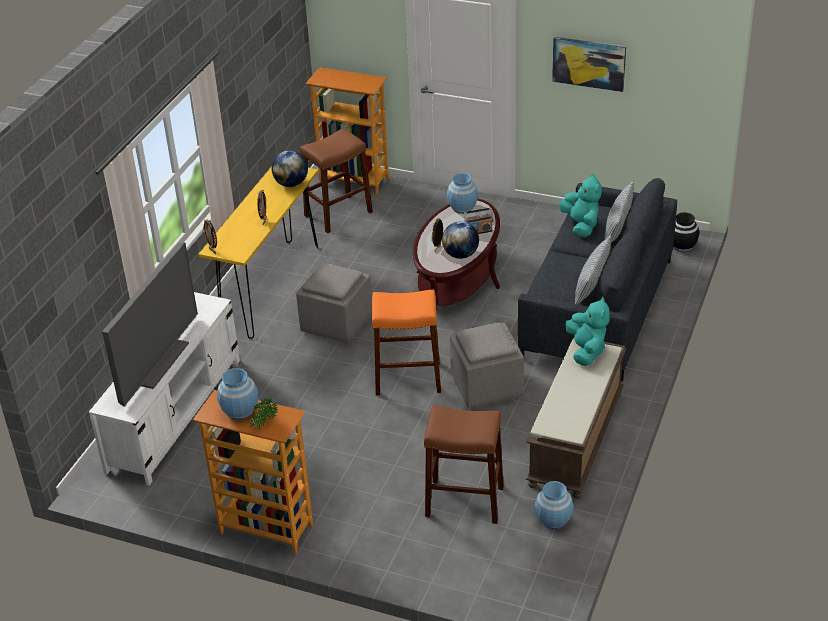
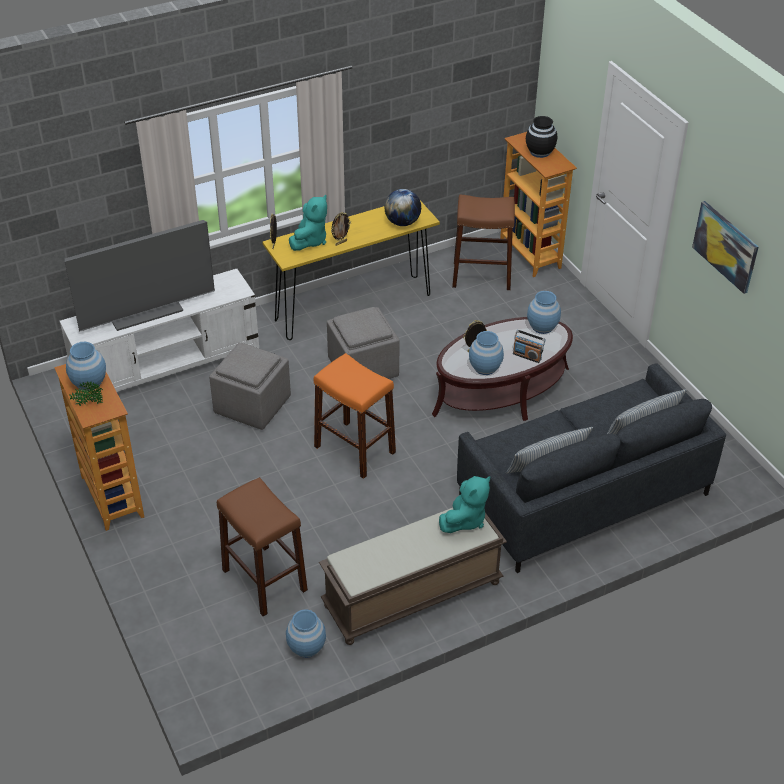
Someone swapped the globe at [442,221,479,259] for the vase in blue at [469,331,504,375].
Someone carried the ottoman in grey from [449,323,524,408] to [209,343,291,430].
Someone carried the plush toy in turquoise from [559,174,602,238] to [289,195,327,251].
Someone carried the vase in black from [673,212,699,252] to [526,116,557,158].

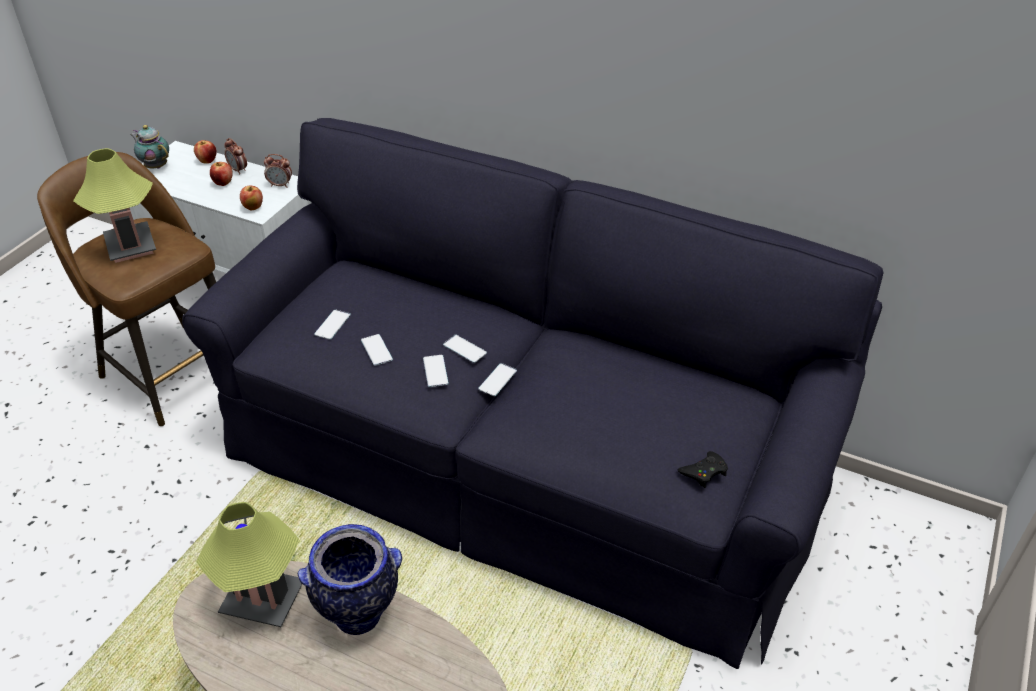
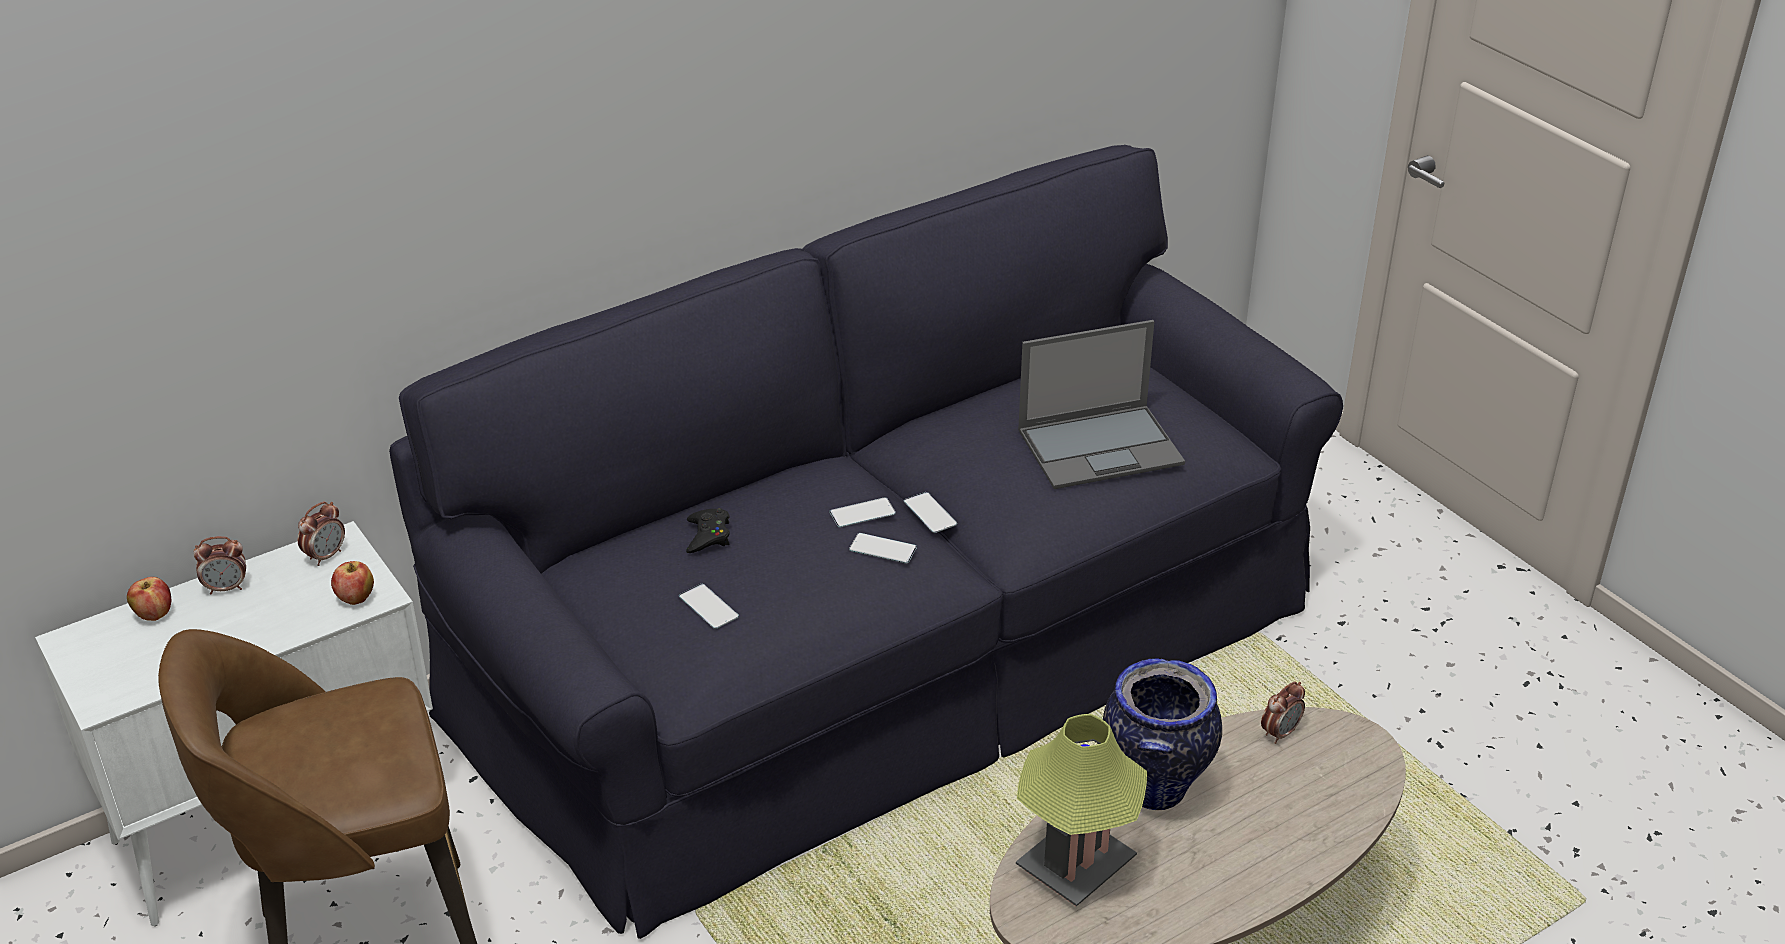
Someone took away the table lamp at [73,148,156,263].
Someone took away the teapot at [131,125,169,169].
Someone took away the apple at [210,162,233,186].
Someone took away the phone at [361,334,393,366].
Someone carried the game controller in black from [678,451,728,488] to [686,508,730,553].
Someone put down the laptop at [1018,320,1185,489].
Someone put down the alarm clock at [1261,681,1305,744].

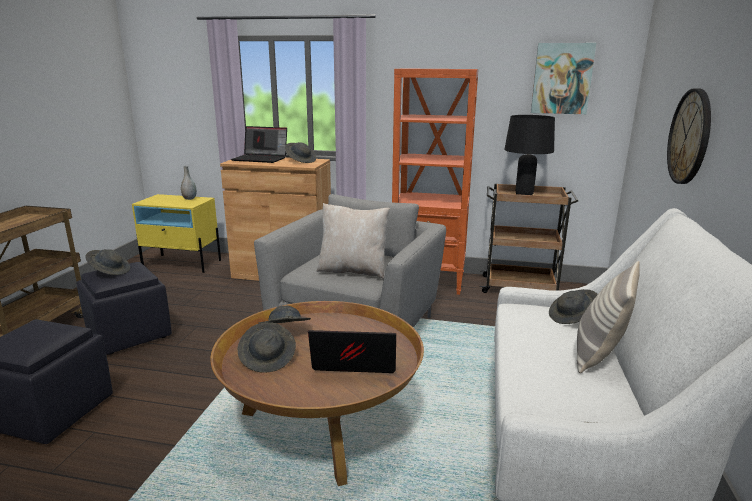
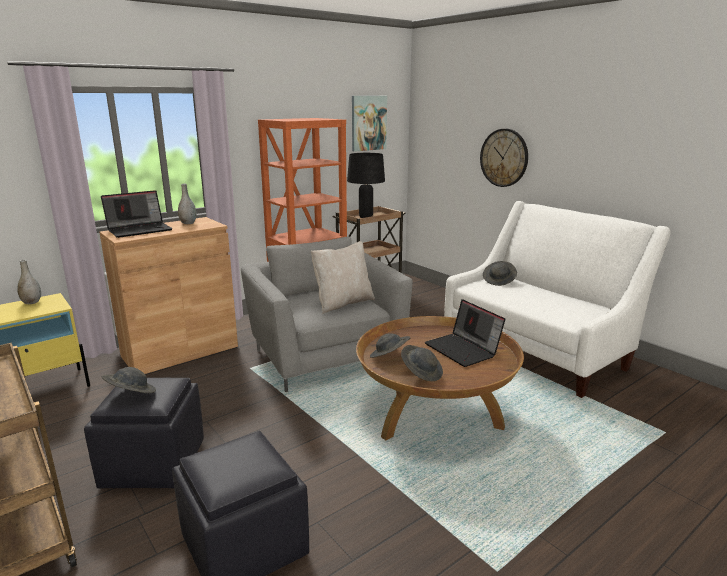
Someone swapped the hat in grey at [285,142,316,163] for the vase in grey at [178,184,197,224].
Someone rotated the laptop at [308,330,396,373] by 75 degrees counterclockwise.
Someone took away the pillow at [577,261,640,373].

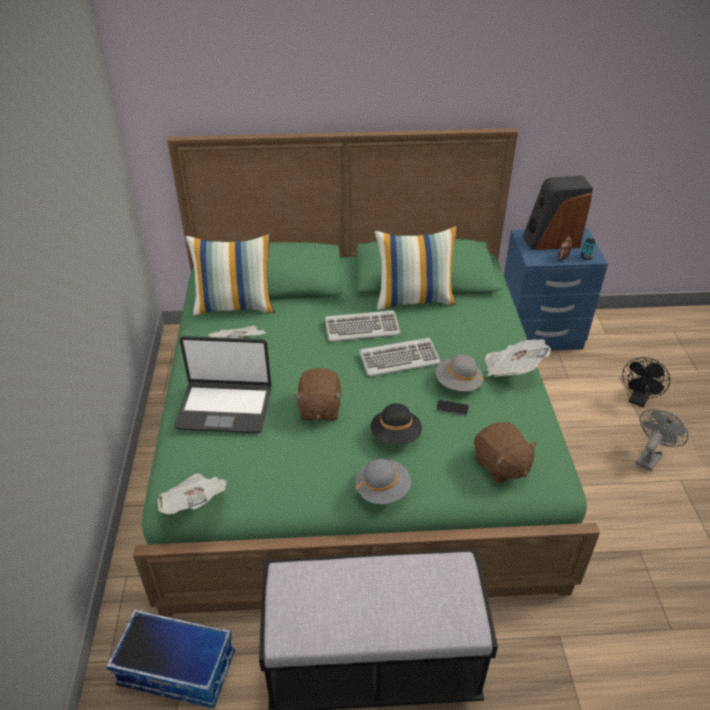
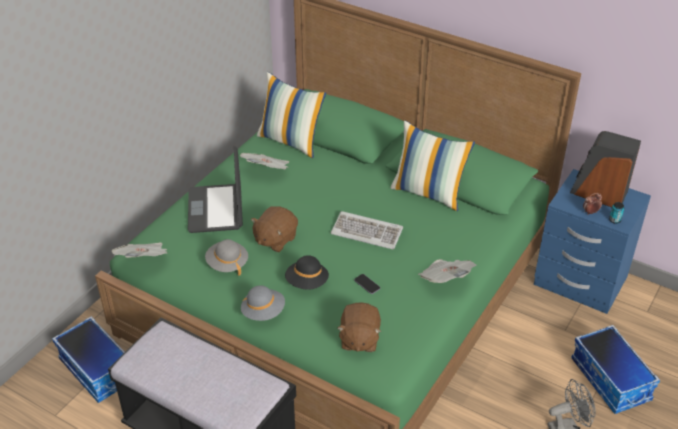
Someone rotated the laptop at [174,336,272,433] by 45 degrees clockwise.
Someone took away the keyboard at [325,310,401,342].
Someone carried the hat in grey from [436,354,483,391] to [205,239,248,276].
Someone swapped the fan in black at [622,357,670,407] for the storage box at [571,325,660,414].

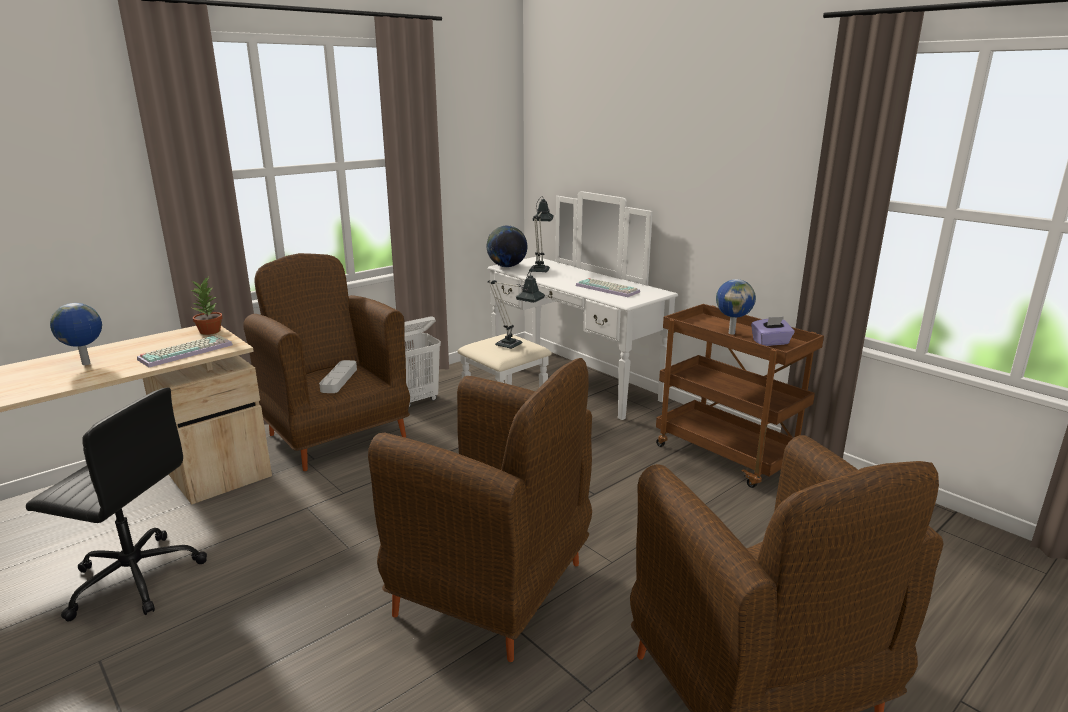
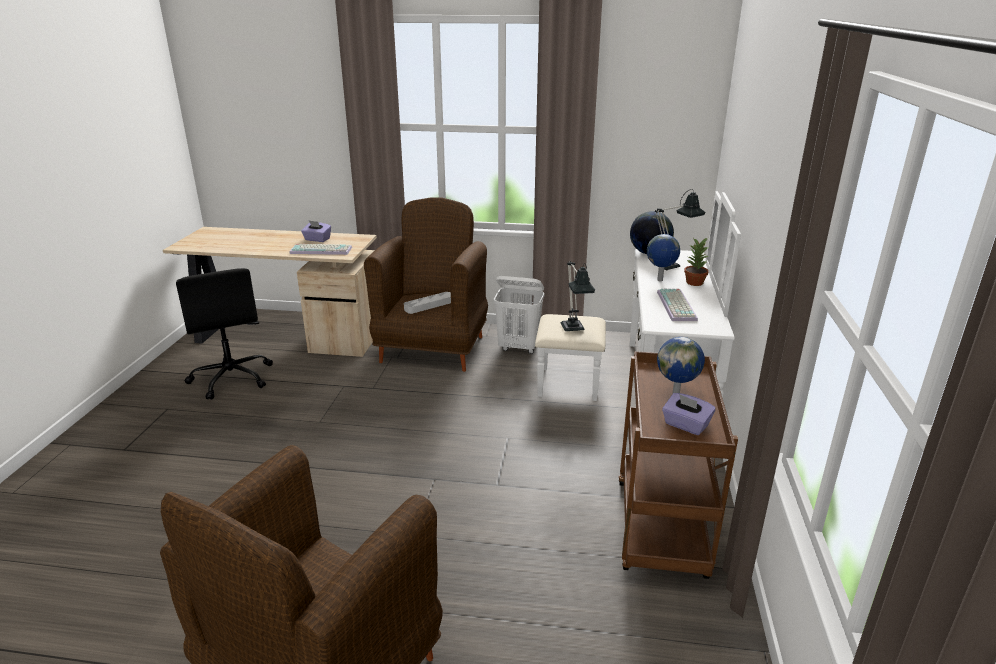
Someone carried the globe from [50,303,102,365] to [647,234,680,281].
Someone carried the potted plant from [191,277,222,335] to [684,238,709,286].
Someone took away the armchair in brown at [368,358,592,662].
Someone put down the tissue box in purple at [301,220,331,242].

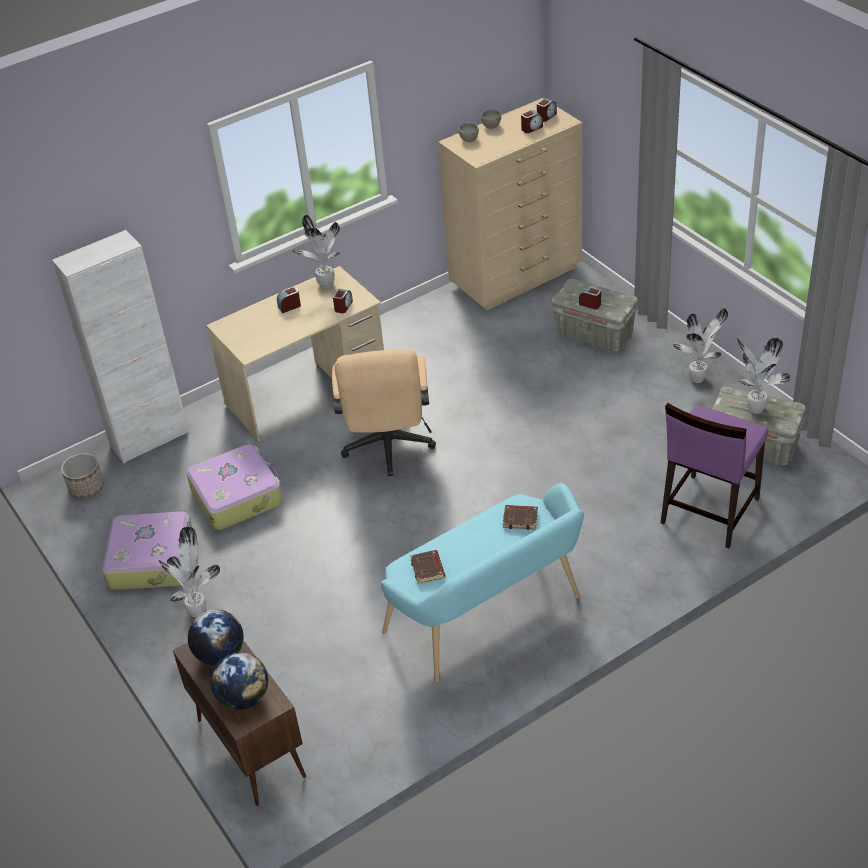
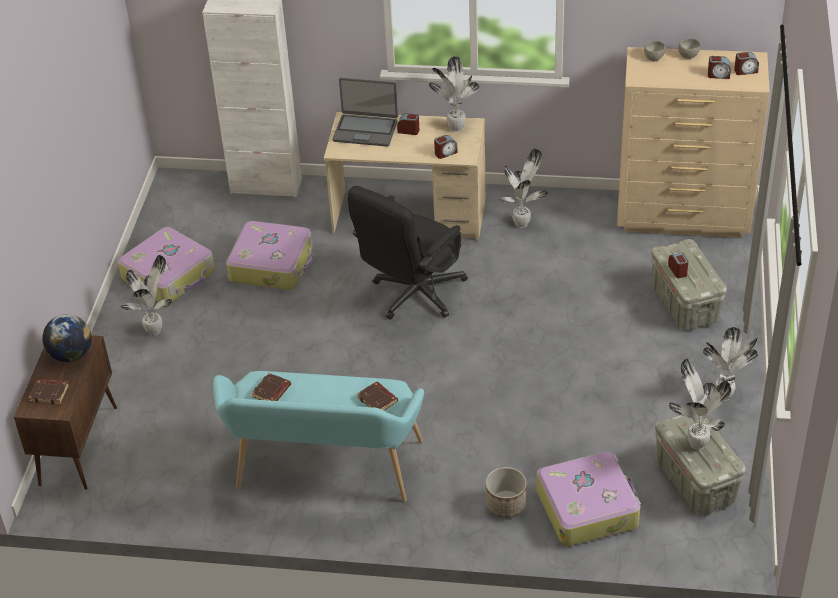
Someone carried the planter from [61,453,104,498] to [485,467,527,518].
Someone swapped the globe at [211,652,268,710] for the book in brown at [28,379,69,404].
Someone repainted the office chair in beige at [332,349,436,476], which became the office chair in black at [348,186,468,319].
Someone swapped the chair in purple at [661,403,768,549] for the suitcase at [536,452,641,546].
Someone put down the laptop at [332,78,398,147].
Someone put down the potted plant at [499,149,548,228].

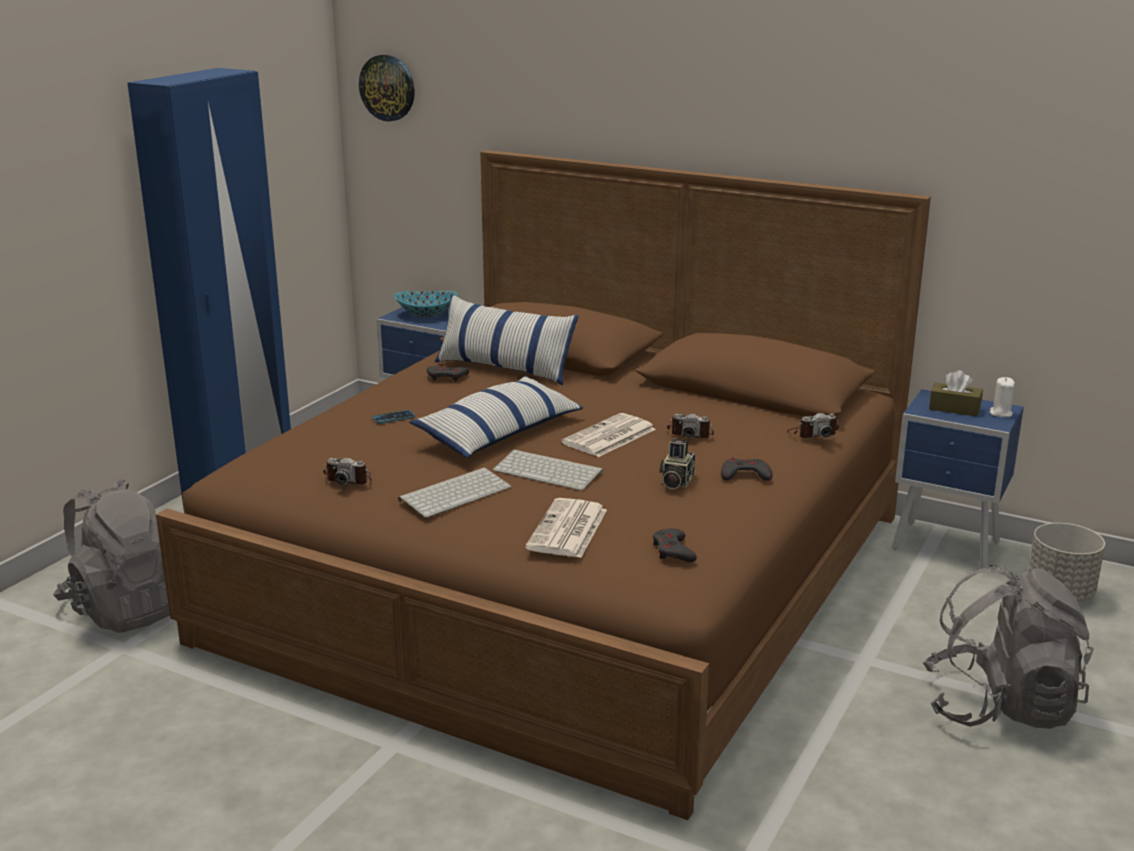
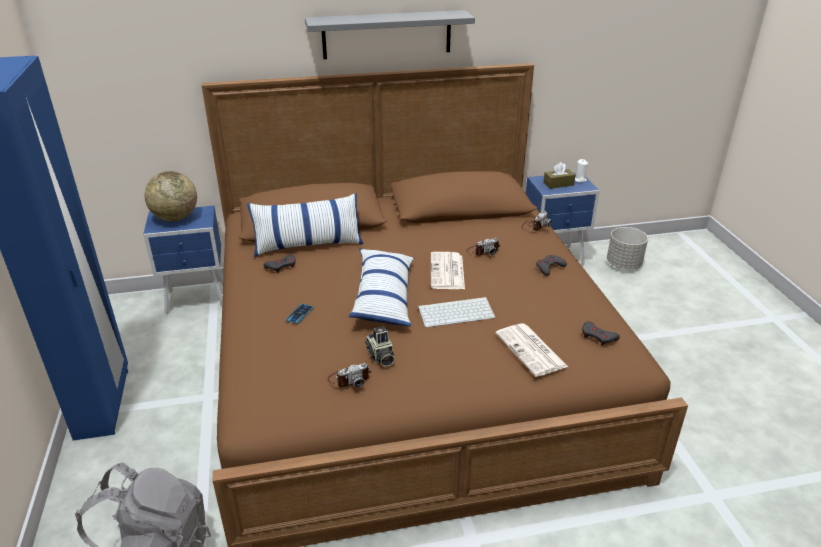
Someone took away the wall clock at [359,55,415,122].
Someone swapped the bowl at [394,291,458,317] for the globe at [145,171,197,221].
Someone took away the keyboard at [398,468,512,518].
Someone carried the photo camera from [659,439,695,489] to [365,326,395,367].
Someone took away the backpack in grey at [923,564,1094,729].
Someone put up the shelf in grey at [305,10,475,59].

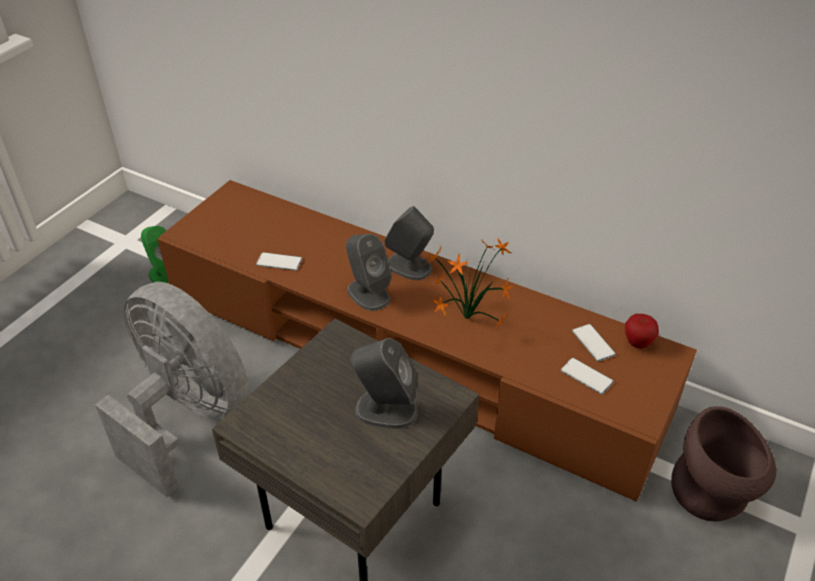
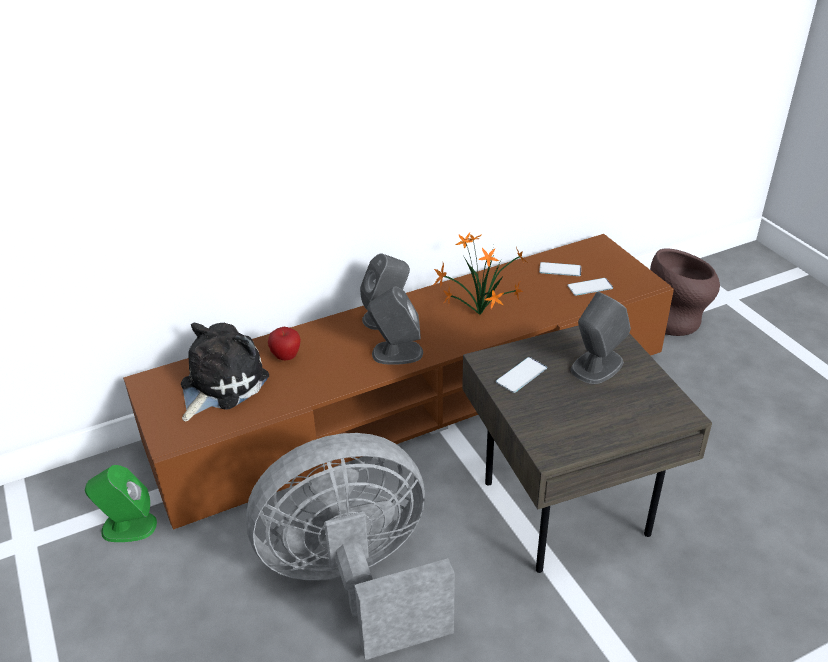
Someone carried the phone from [256,252,302,271] to [496,357,547,393].
Someone carried the apple from [625,314,659,349] to [268,327,301,360].
Someone put down the plush toy at [181,323,269,421].

